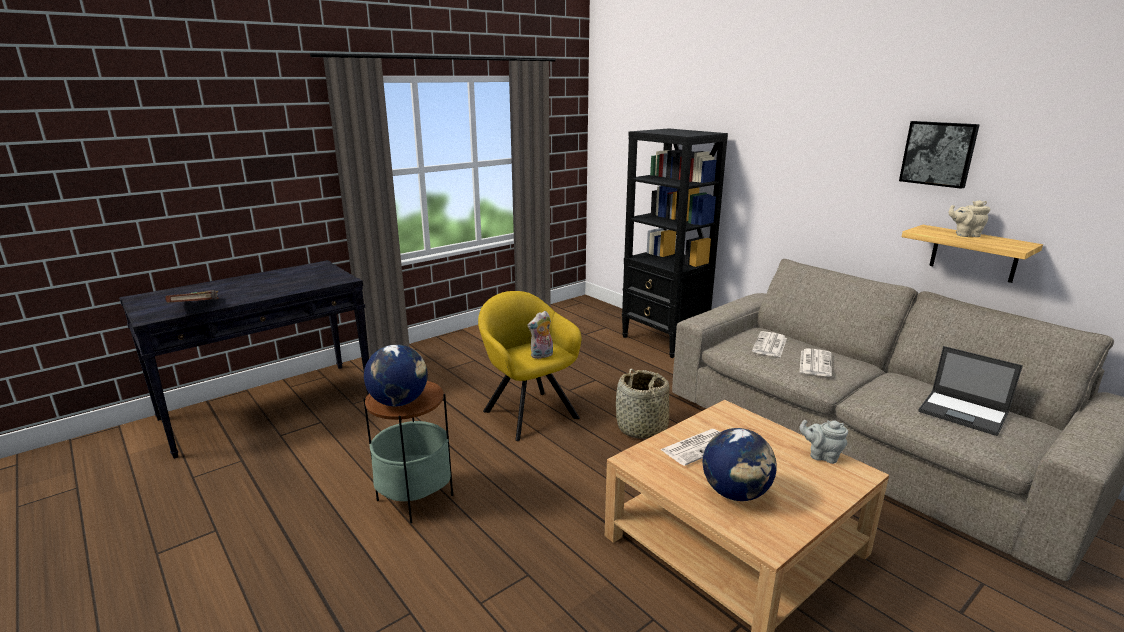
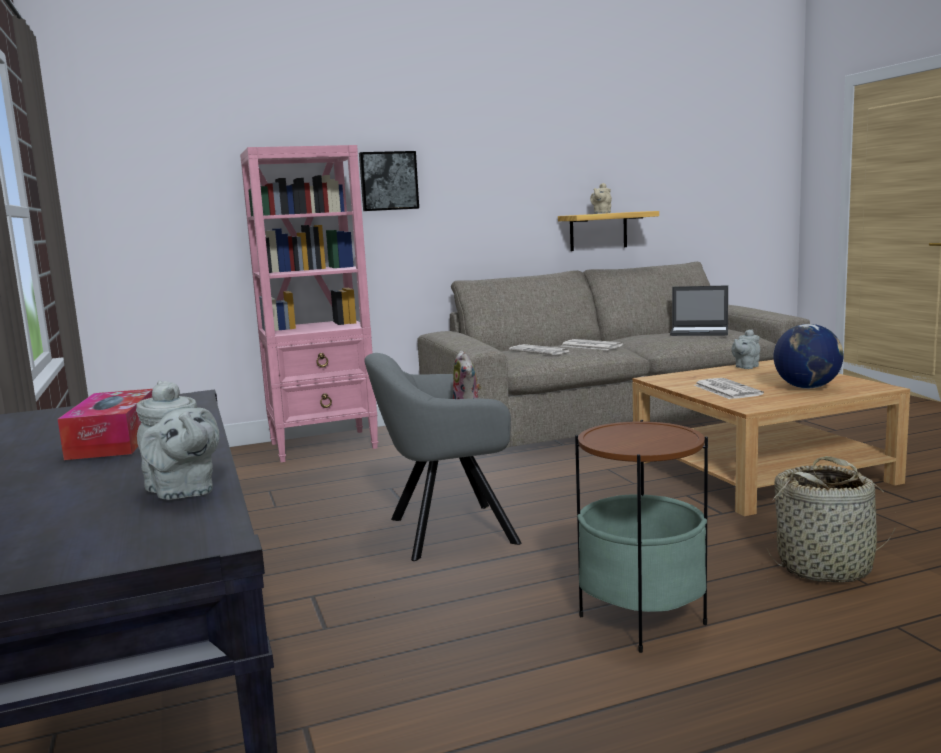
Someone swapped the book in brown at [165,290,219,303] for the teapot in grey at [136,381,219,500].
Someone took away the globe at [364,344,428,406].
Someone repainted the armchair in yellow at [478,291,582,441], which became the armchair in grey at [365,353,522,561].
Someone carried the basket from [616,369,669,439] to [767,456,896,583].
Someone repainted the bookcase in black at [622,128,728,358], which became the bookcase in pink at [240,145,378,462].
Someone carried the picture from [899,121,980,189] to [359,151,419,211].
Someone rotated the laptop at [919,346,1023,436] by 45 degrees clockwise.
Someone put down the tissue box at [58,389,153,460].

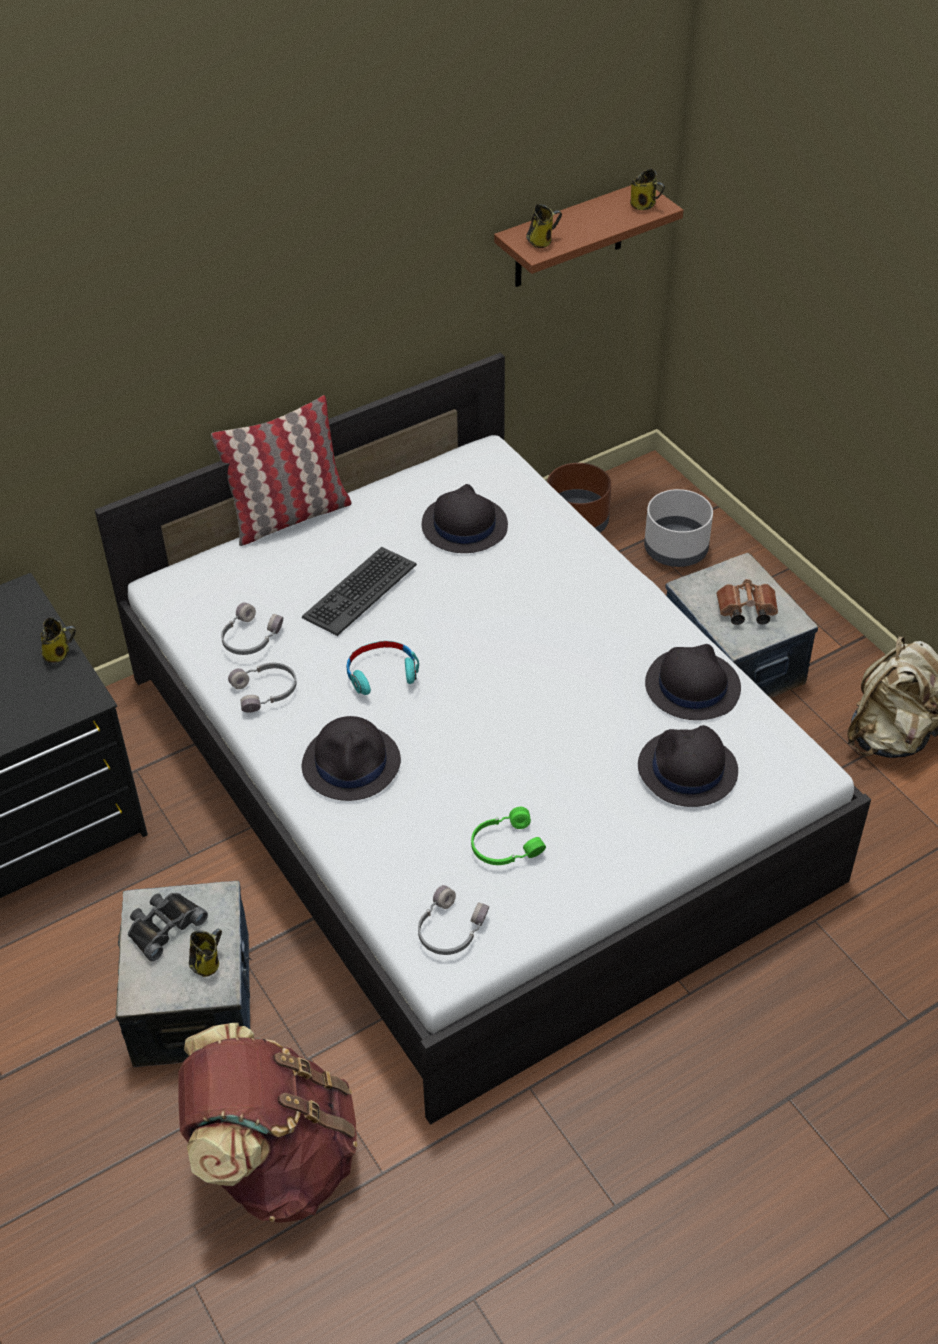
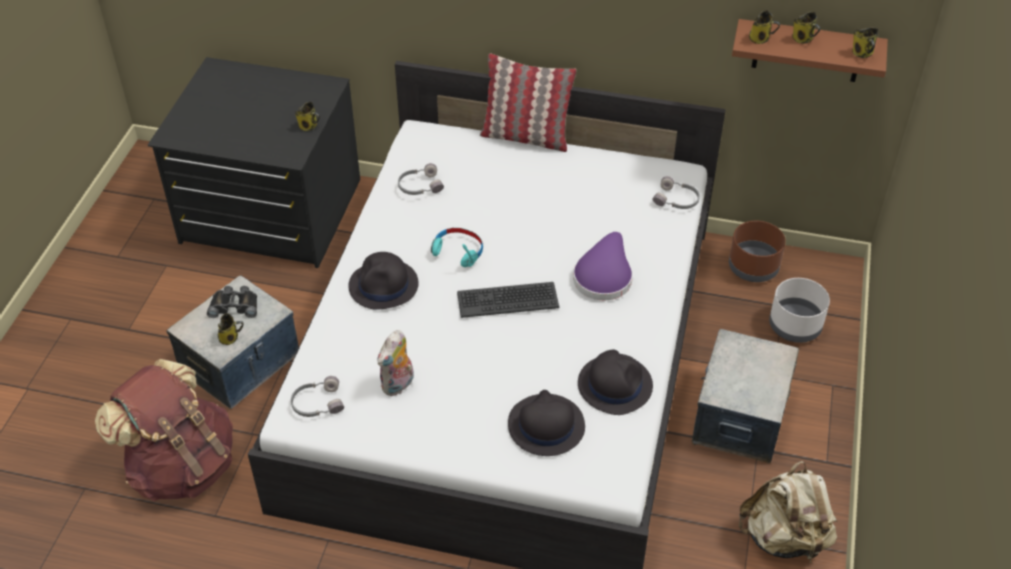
Someone carried the headphones in grey from [228,663,297,713] to [653,176,700,209].
Someone carried the keyboard from [302,547,417,636] to [457,282,560,318].
Someone took away the hat in black at [422,484,508,553].
Someone swapped the headphones in green at [471,807,546,865] for the plush toy at [378,330,414,396].
Someone took away the binoculars in brown at [716,579,778,625].
Someone put down the hat in purple at [573,232,633,300].
Someone put down the mug at [792,12,820,44].

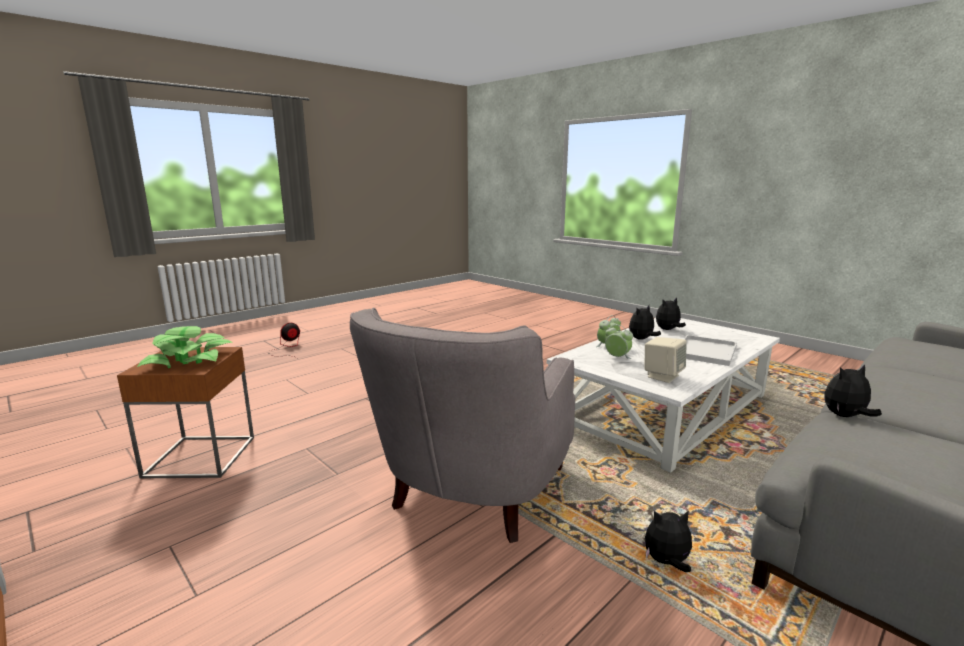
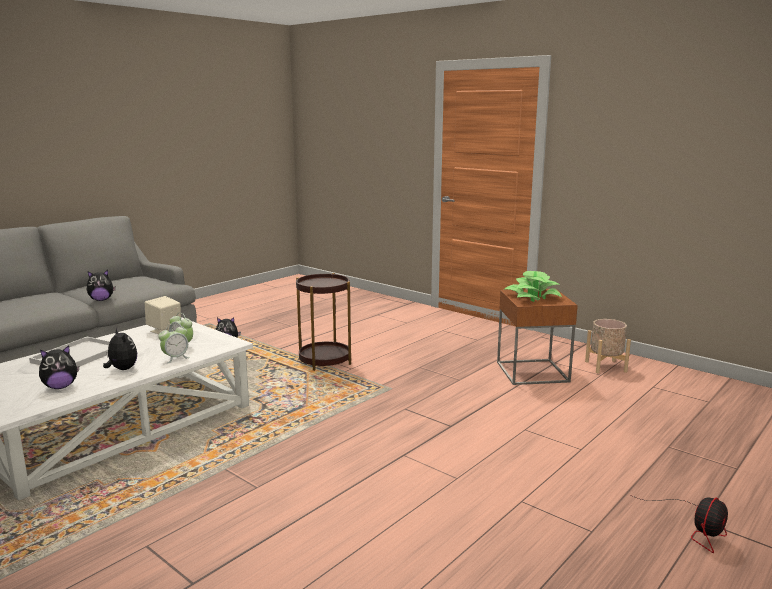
Someone swapped the armchair in grey at [350,308,575,543] for the side table in brown at [296,273,351,371].
Someone rotated the plush toy at [629,305,661,340] by 90 degrees counterclockwise.
Someone put down the planter in beige at [585,319,631,373].

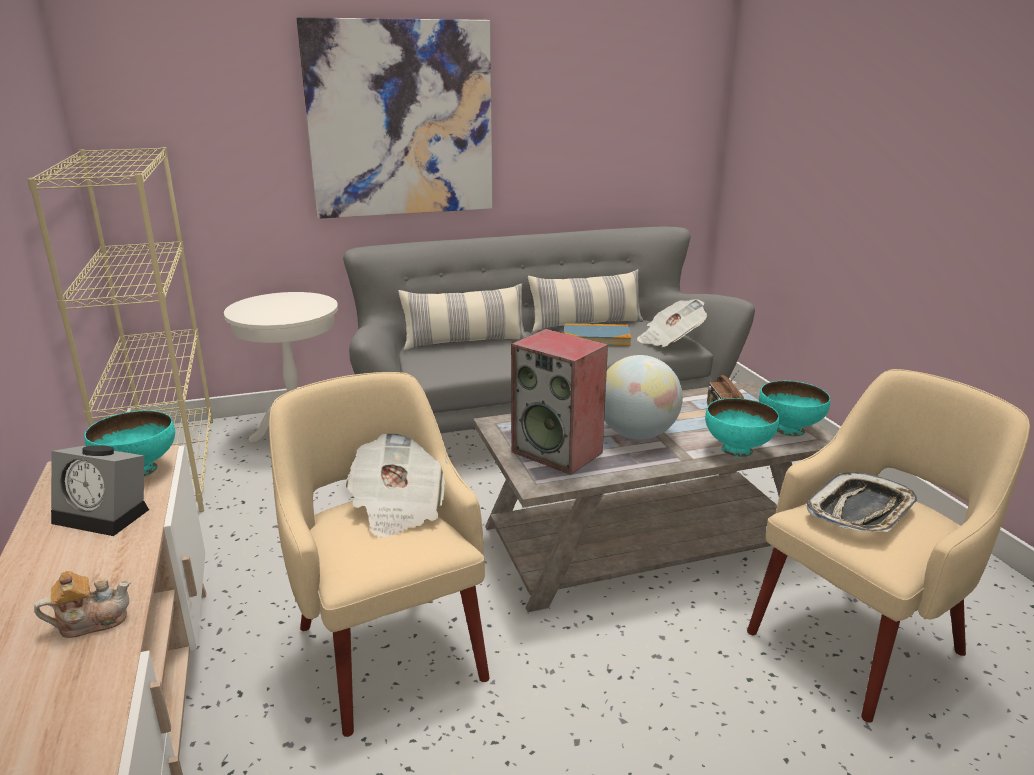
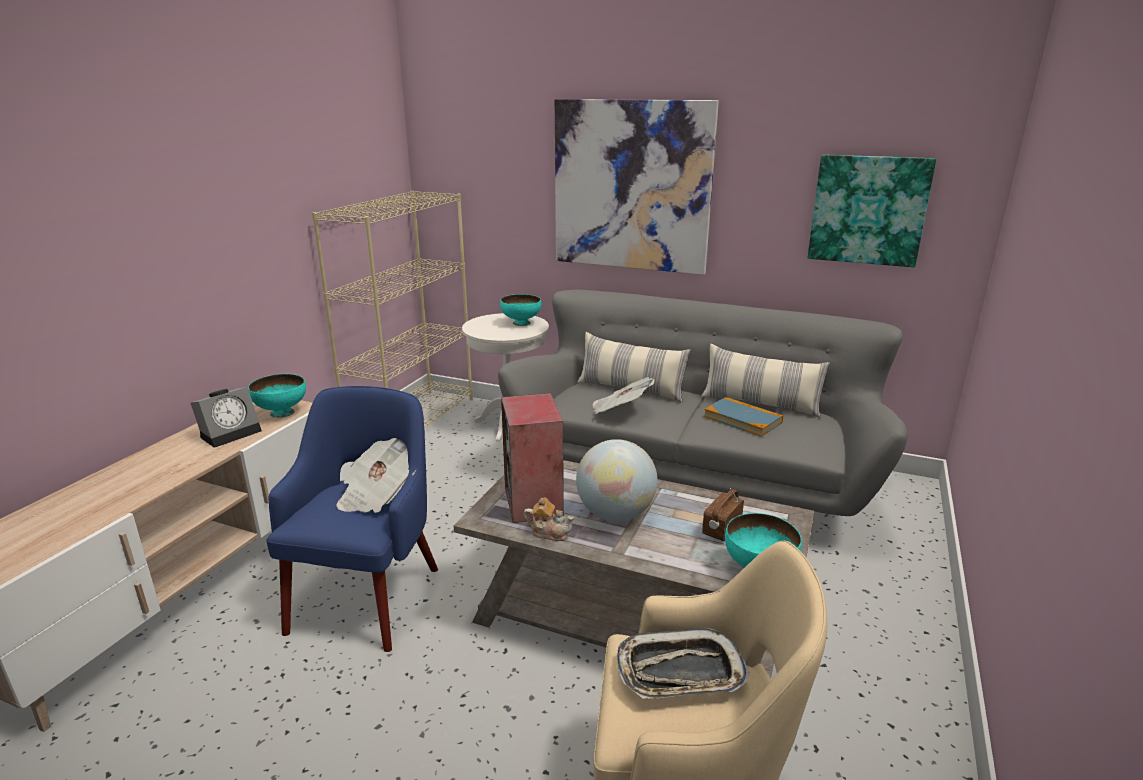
Someone carried the teapot from [34,571,131,638] to [523,497,574,541].
Someone rotated the alarm clock at [51,445,149,536] by 105 degrees counterclockwise.
Someone repainted the armchair in beige at [269,372,490,737], which became the armchair in blue at [266,386,438,652].
Someone carried the newspaper from [637,299,707,347] to [593,377,654,414].
Someone carried the bowl in turquoise from [705,398,779,457] to [500,294,541,326].
Someone put up the picture at [808,155,936,267].

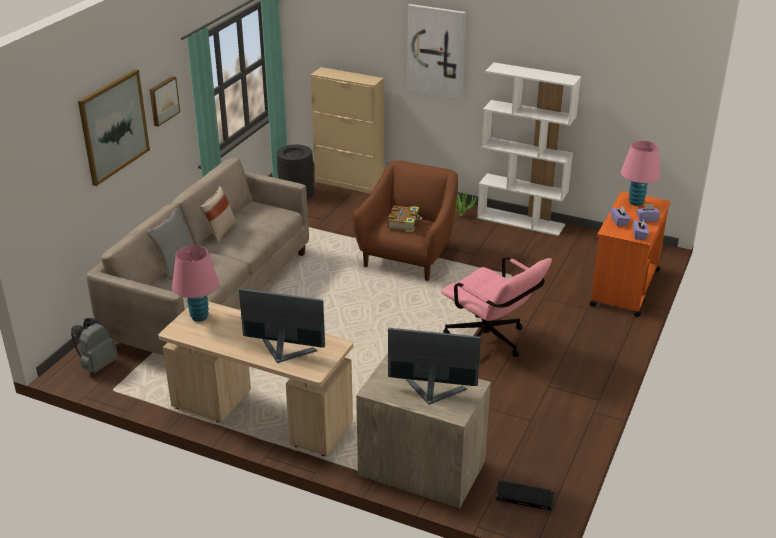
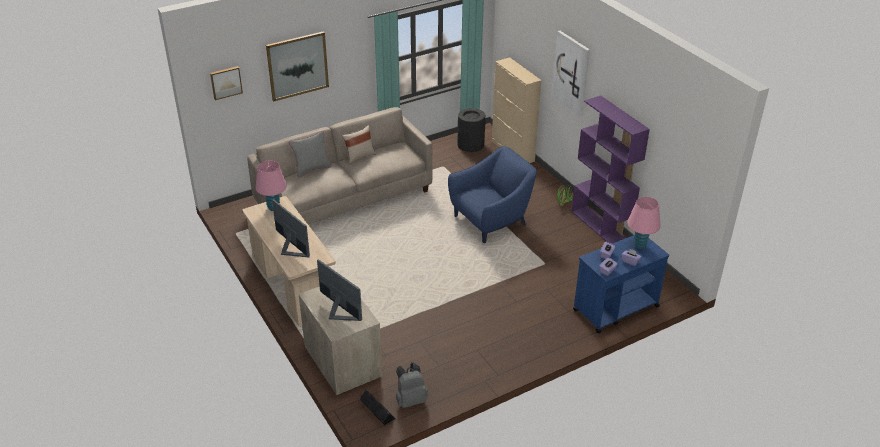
Someone carried the backpack in grey from [71,318,118,373] to [396,362,428,408].
Someone carried the picture from [149,76,180,127] to [210,66,243,100].
Someone repainted the armchair in brown at [353,160,458,281], which became the armchair in blue at [448,146,537,243].
Someone took away the book at [387,205,422,232].
Someone took away the office chair in pink at [441,256,552,357].
Someone repainted the bookcase in white at [477,62,581,236], which became the bookcase in purple at [571,96,650,244].
Someone repainted the cart in orange at [590,191,670,317], which became the cart in blue at [573,235,669,333].

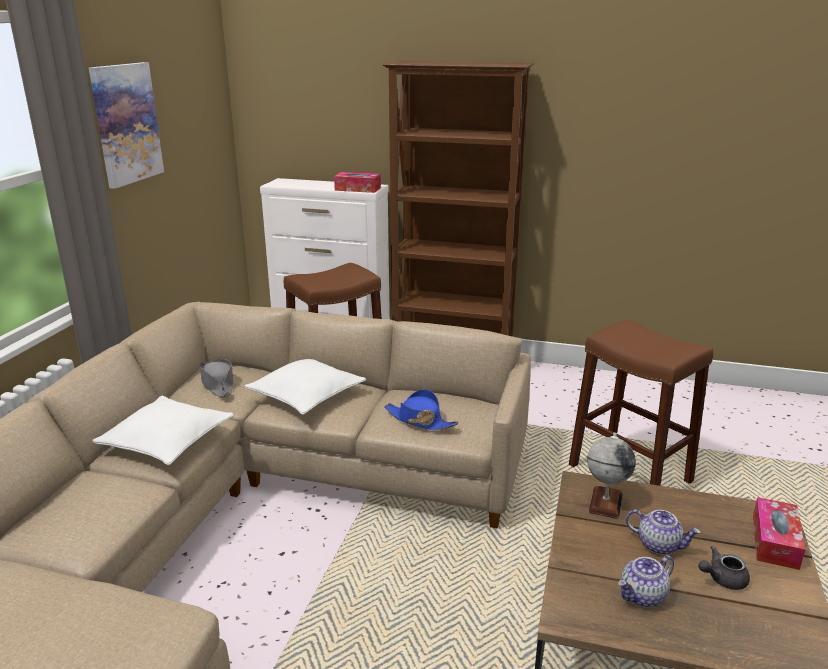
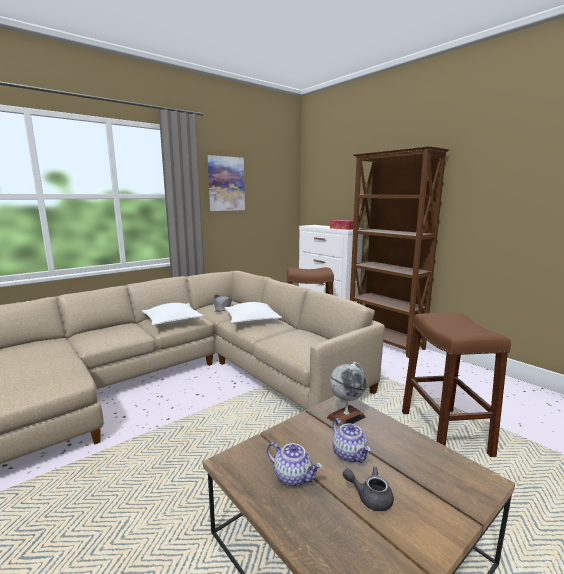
Someone took away the hat in blue at [384,389,459,430].
Someone rotated the teapot at [618,555,674,607] by 150 degrees counterclockwise.
Someone took away the tissue box at [753,497,805,570].

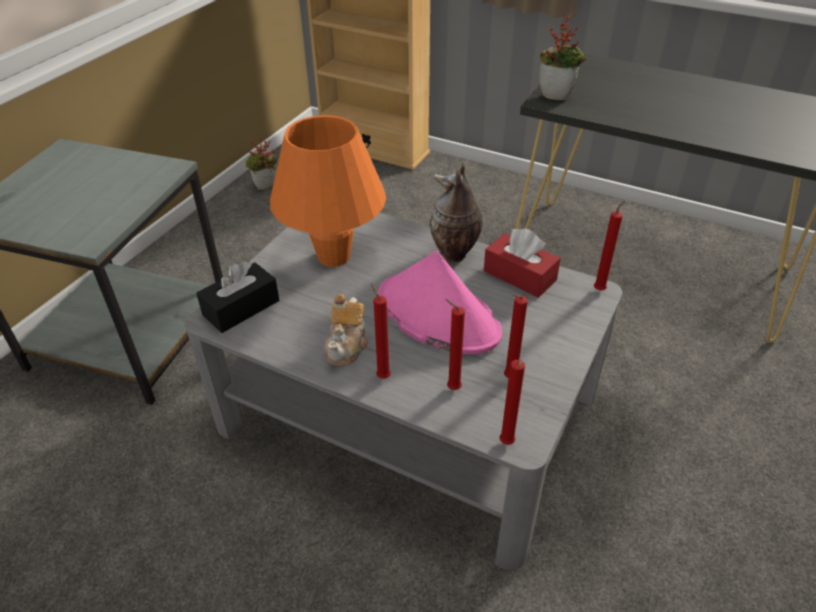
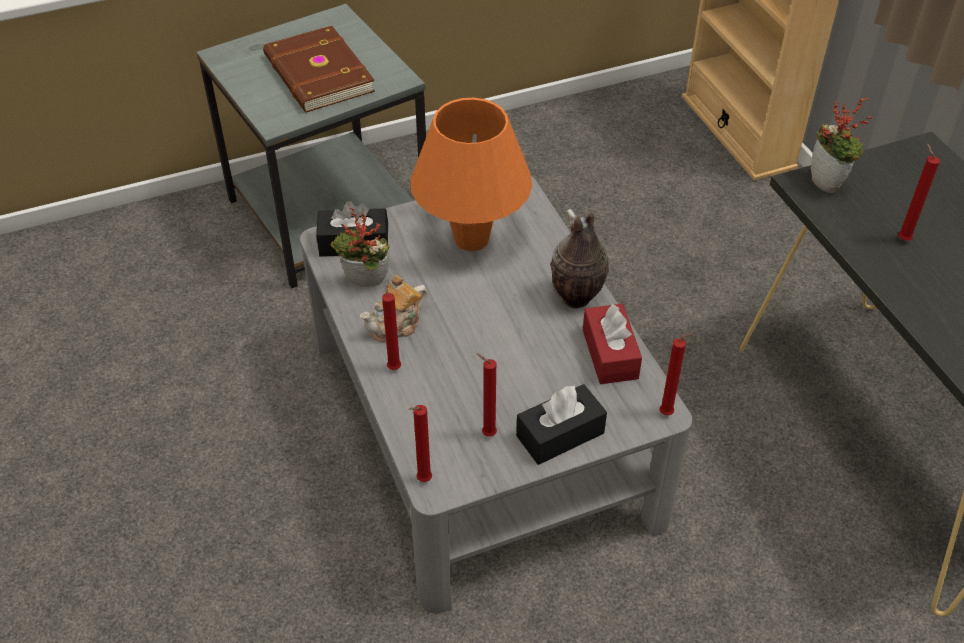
Someone carried the potted plant from [246,137,277,190] to [331,207,390,287].
Someone took away the hat in pink at [378,251,502,355].
Someone carried the candle in red from [445,299,465,390] to [898,143,940,241].
Someone put down the book in brown at [263,26,375,112].
Someone put down the tissue box in black at [516,384,607,465].

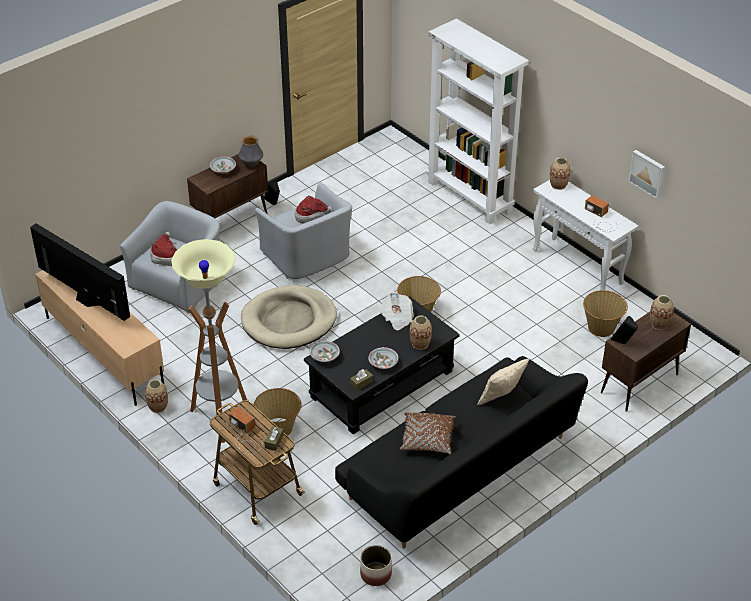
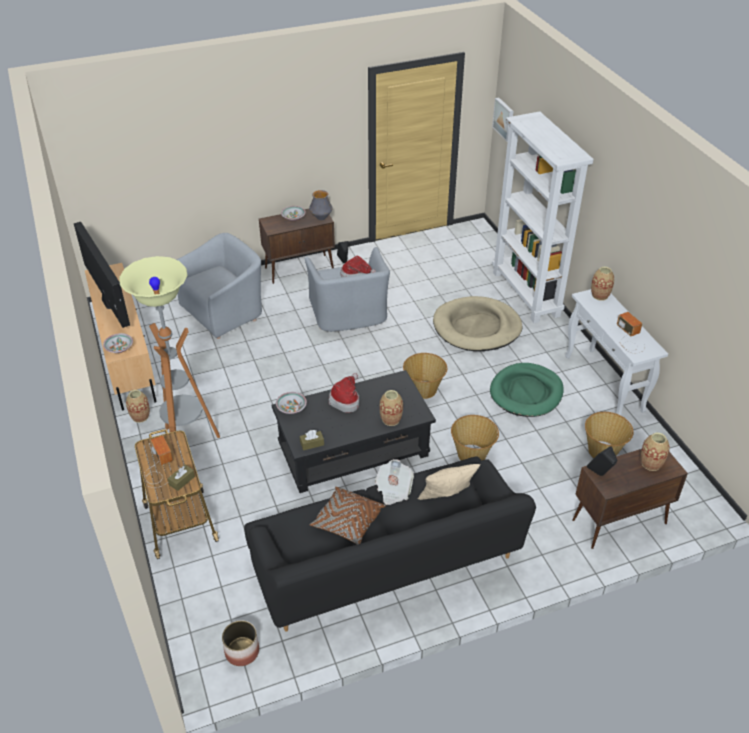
Someone carried the hat from [150,231,177,266] to [329,373,359,413].
Someone carried the dog bed in beige from [241,285,337,349] to [433,296,522,351].
Someone carried the basket from [254,388,301,436] to [451,415,499,461].
Someone carried the bowl from [368,347,399,369] to [103,333,133,353].
Someone carried the newspaper from [381,292,414,331] to [375,459,414,505].
Someone carried the picture from [628,150,665,199] to [492,97,513,141].
Someone put down the dog bed in green at [490,363,563,417].

